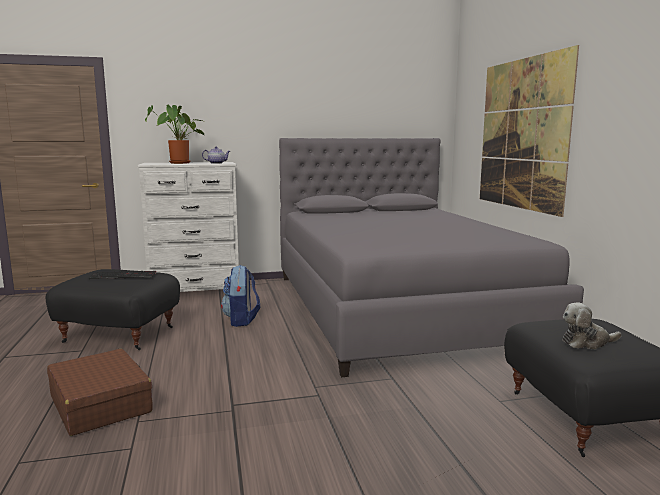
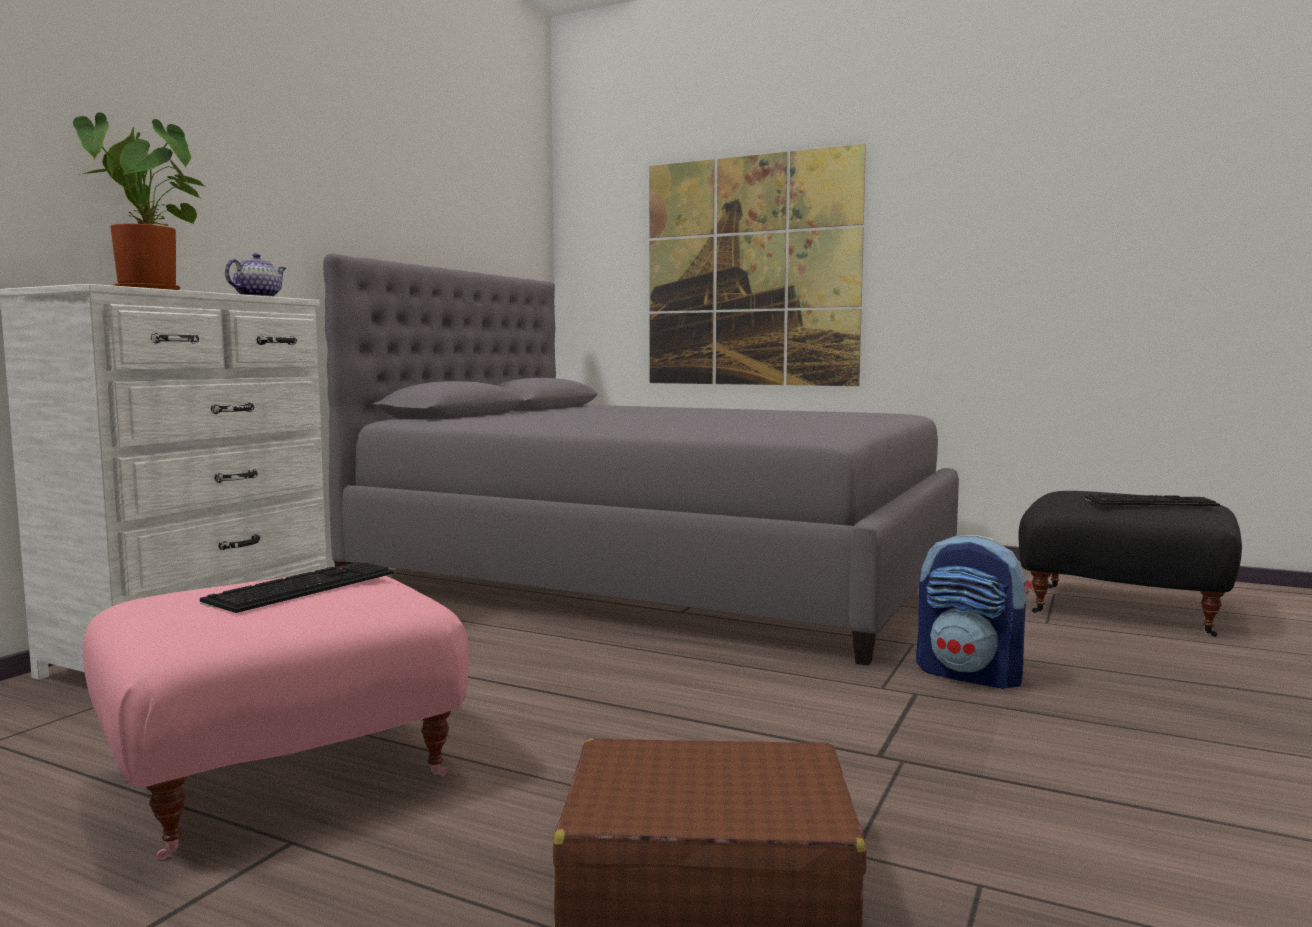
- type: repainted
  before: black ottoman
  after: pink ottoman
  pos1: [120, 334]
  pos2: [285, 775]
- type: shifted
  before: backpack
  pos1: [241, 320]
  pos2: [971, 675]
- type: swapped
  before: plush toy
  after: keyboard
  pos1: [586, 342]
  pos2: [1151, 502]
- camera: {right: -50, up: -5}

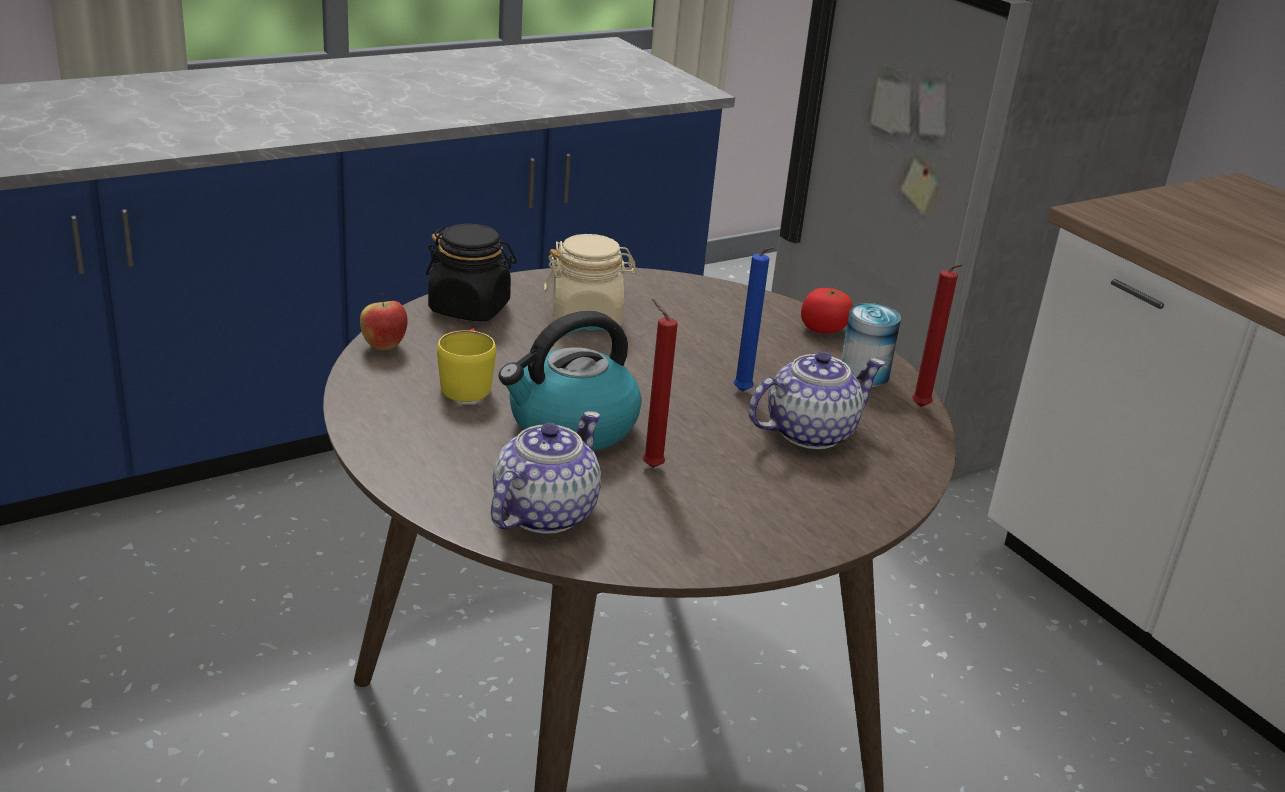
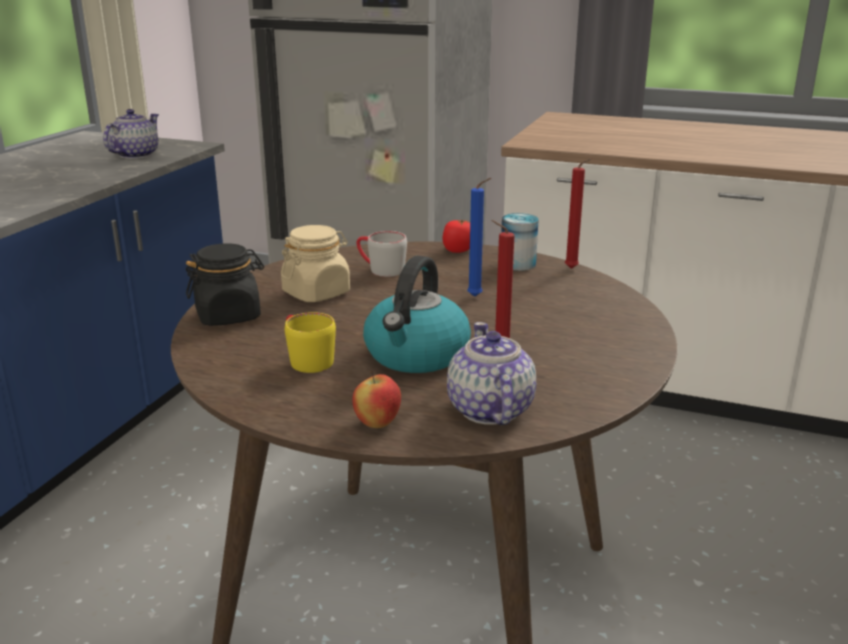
- type: shifted
  before: teapot
  pos1: [808, 432]
  pos2: [135, 155]
- type: shifted
  before: apple
  pos1: [384, 346]
  pos2: [377, 423]
- type: new
  after: grey mug
  pos2: [380, 269]
- camera: {right: -35, up: -5}

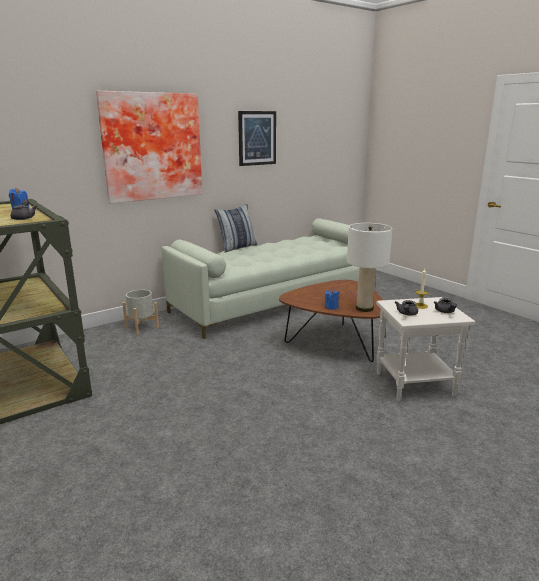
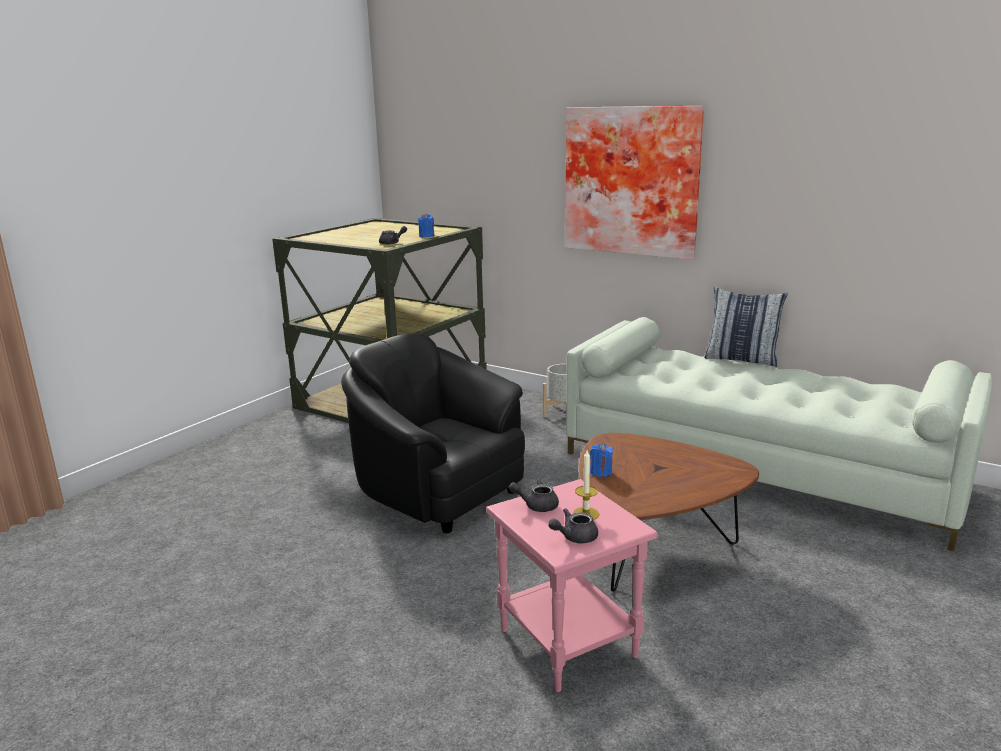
- type: new
  after: black armchair
  pos2: [438, 493]
- type: repainted
  before: white side table
  after: pink side table
  pos1: [414, 383]
  pos2: [570, 643]
- type: gone
  before: picture
  pos1: [257, 138]
- type: gone
  before: white table lamp
  pos1: [364, 308]
- camera: {right: 70, up: 0}

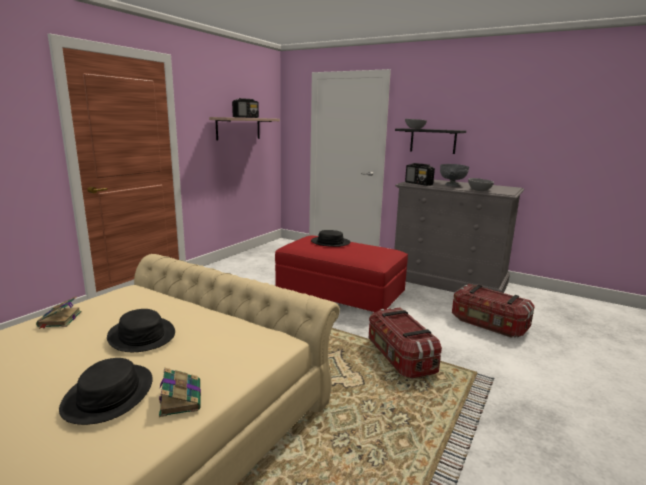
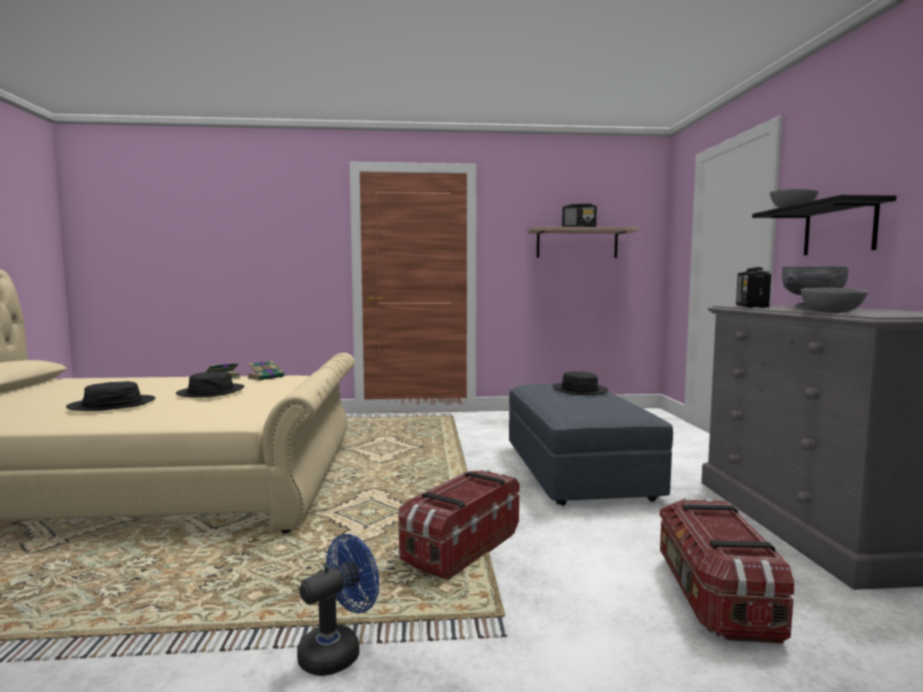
- type: shifted
  before: book
  pos1: [180, 398]
  pos2: [266, 377]
- type: new
  after: blue fan
  pos2: [338, 650]
- type: repainted
  before: red ottoman
  after: grey ottoman
  pos1: [340, 292]
  pos2: [577, 471]
- camera: {right: 55, up: -10}

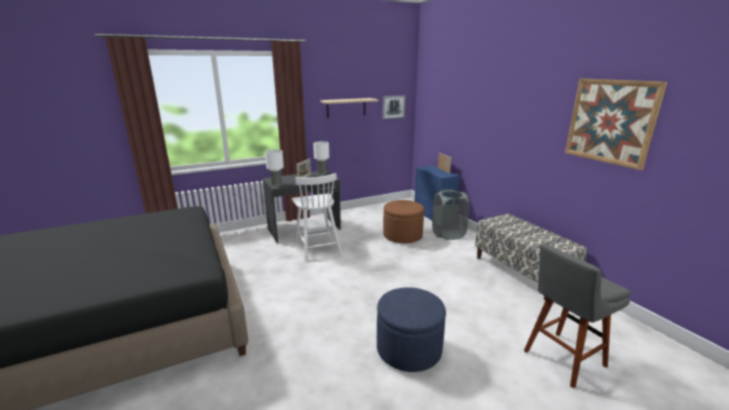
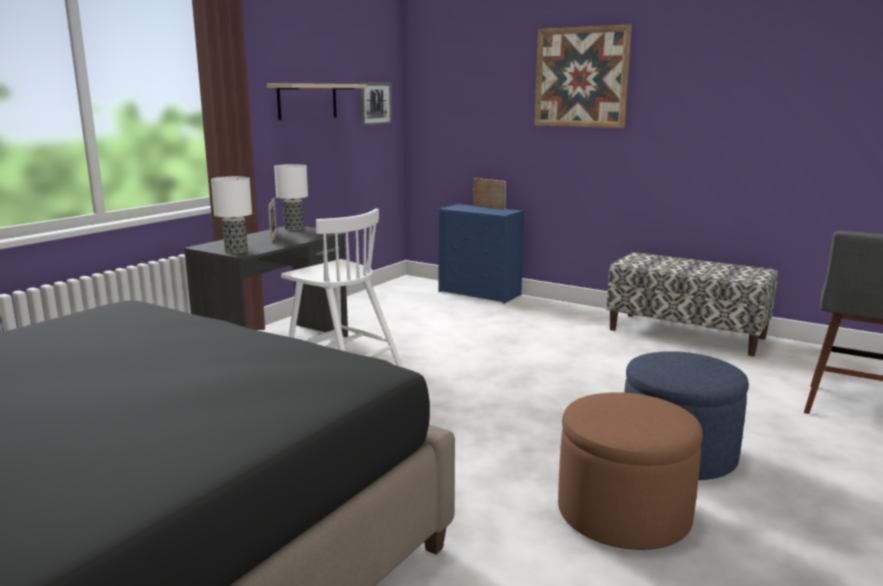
- type: shifted
  before: picture
  pos1: [610, 121]
  pos2: [581, 77]
- type: shifted
  before: brown ottoman
  pos1: [402, 235]
  pos2: [623, 514]
- type: gone
  before: grey laundry basket
  pos1: [448, 234]
- camera: {right: -30, up: -5}

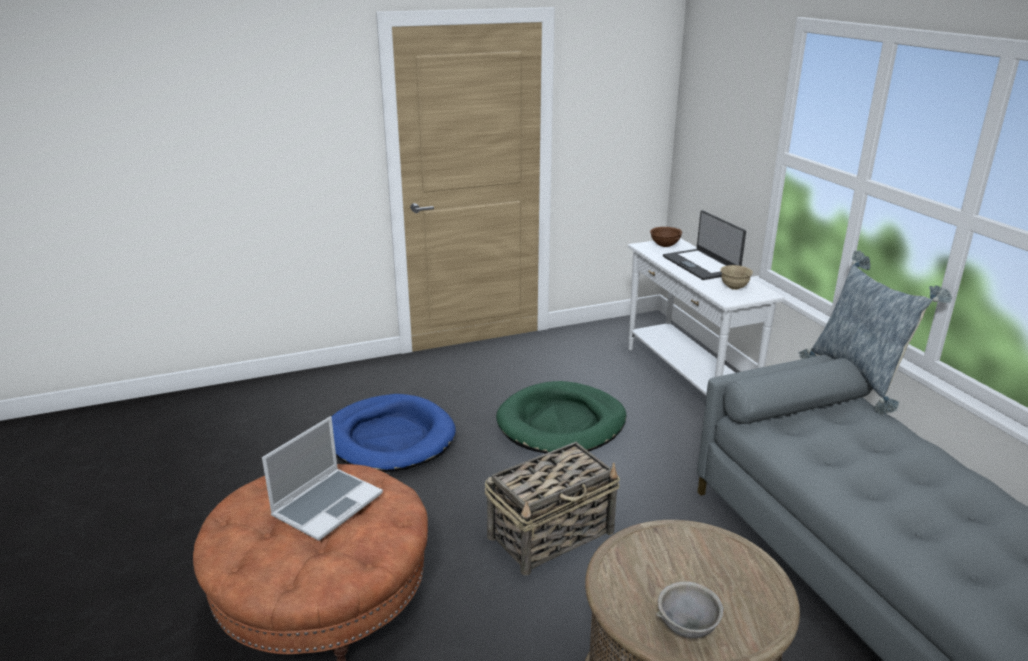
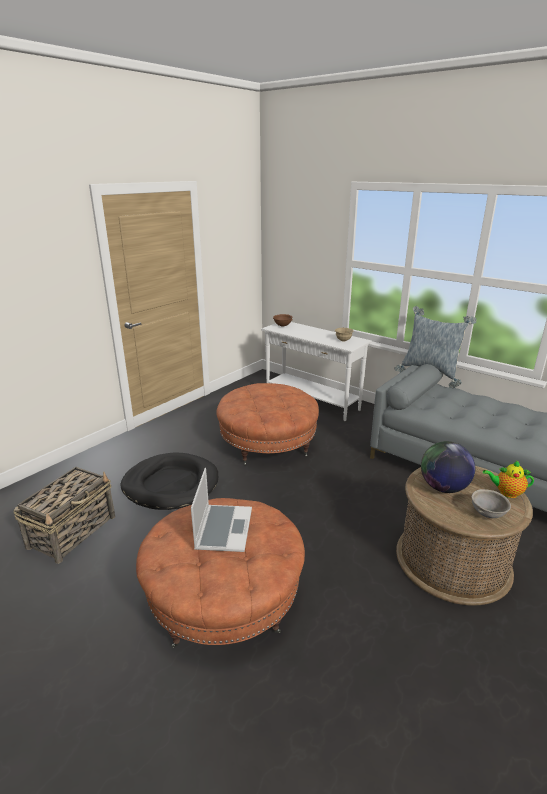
- type: shifted
  before: basket
  pos1: [552, 534]
  pos2: [73, 531]
- type: repainted
  before: blue dog bed
  after: black dog bed
  pos1: [390, 438]
  pos2: [171, 484]
- type: swapped
  before: green dog bed
  after: brown ottoman
  pos1: [561, 423]
  pos2: [268, 444]
- type: new
  after: globe
  pos2: [443, 488]
- type: new
  after: teapot
  pos2: [506, 492]
- type: gone
  before: laptop
  pos1: [701, 265]
- camera: {right: -30, up: 0}

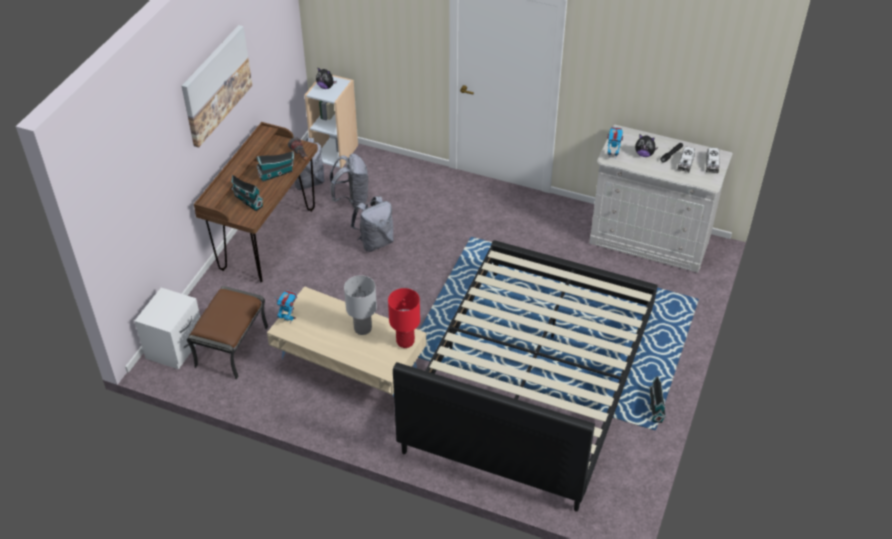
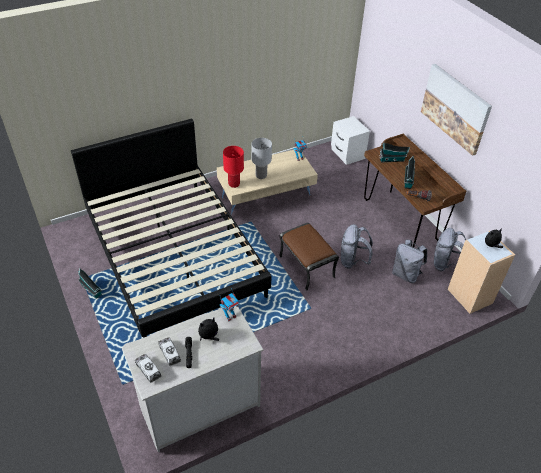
- type: shifted
  before: brown ottoman
  pos1: [231, 346]
  pos2: [307, 266]
- camera: {right: 130, up: 0}

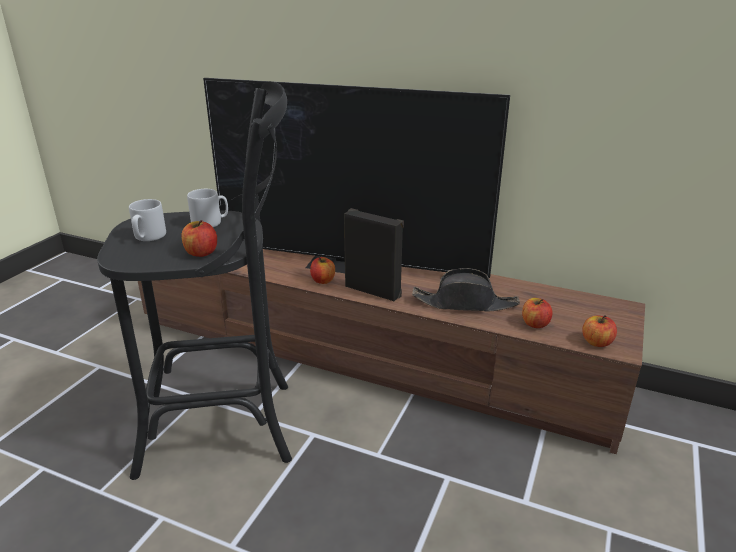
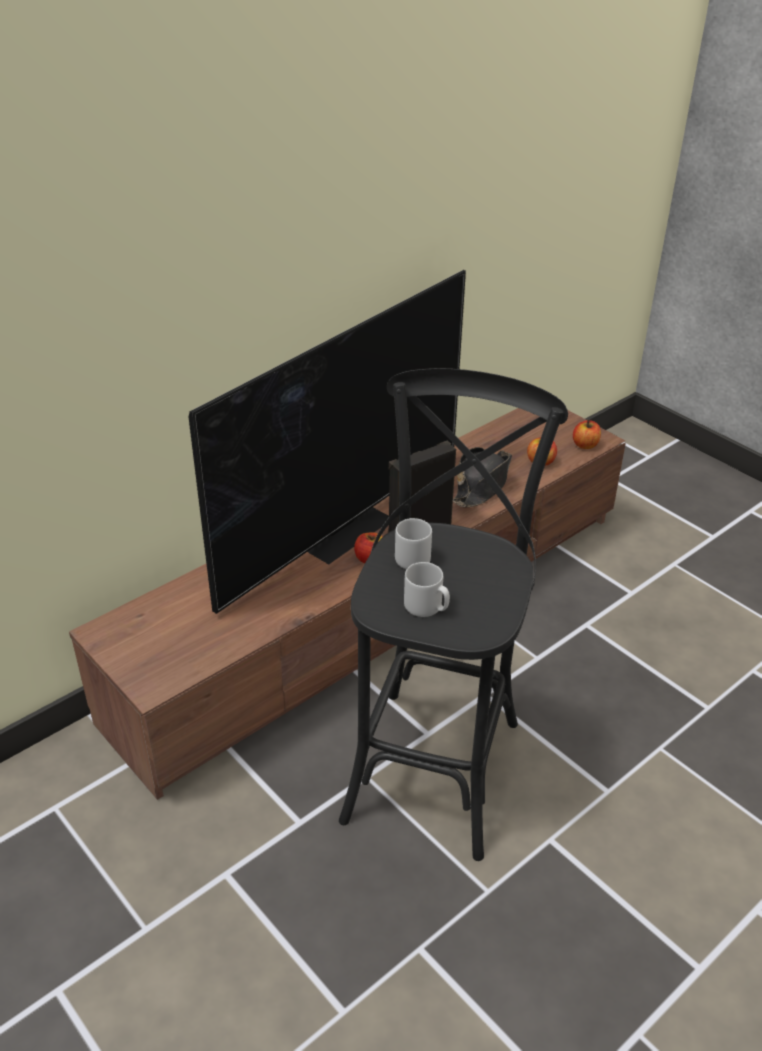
- type: gone
  before: apple
  pos1: [201, 253]
- camera: {right: -65, up: 10}

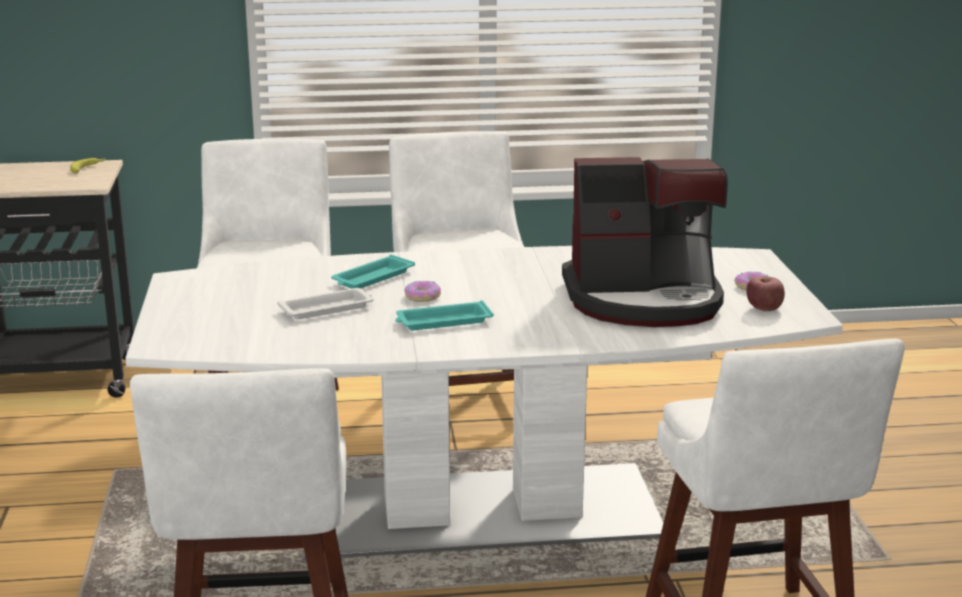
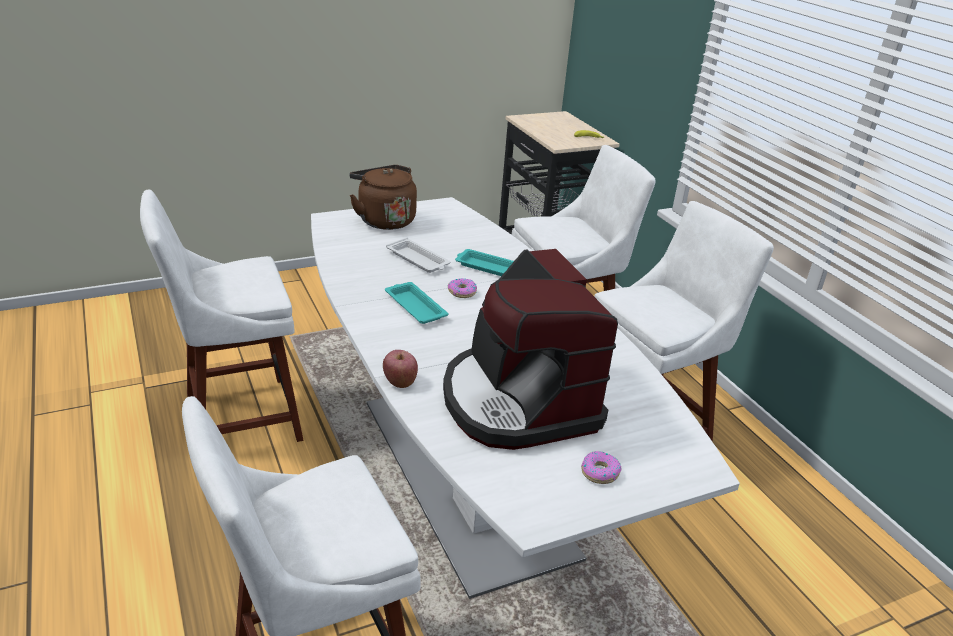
- type: new
  after: brown kettle
  pos2: [384, 220]
- type: shifted
  before: apple
  pos1: [764, 309]
  pos2: [400, 382]
- camera: {right: 70, up: 10}

